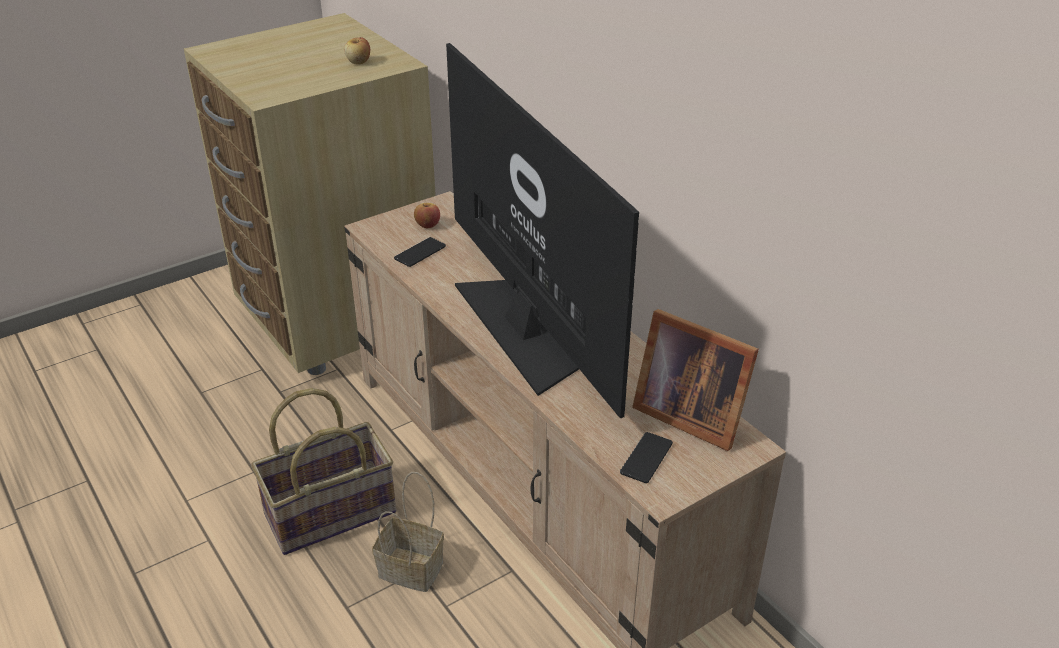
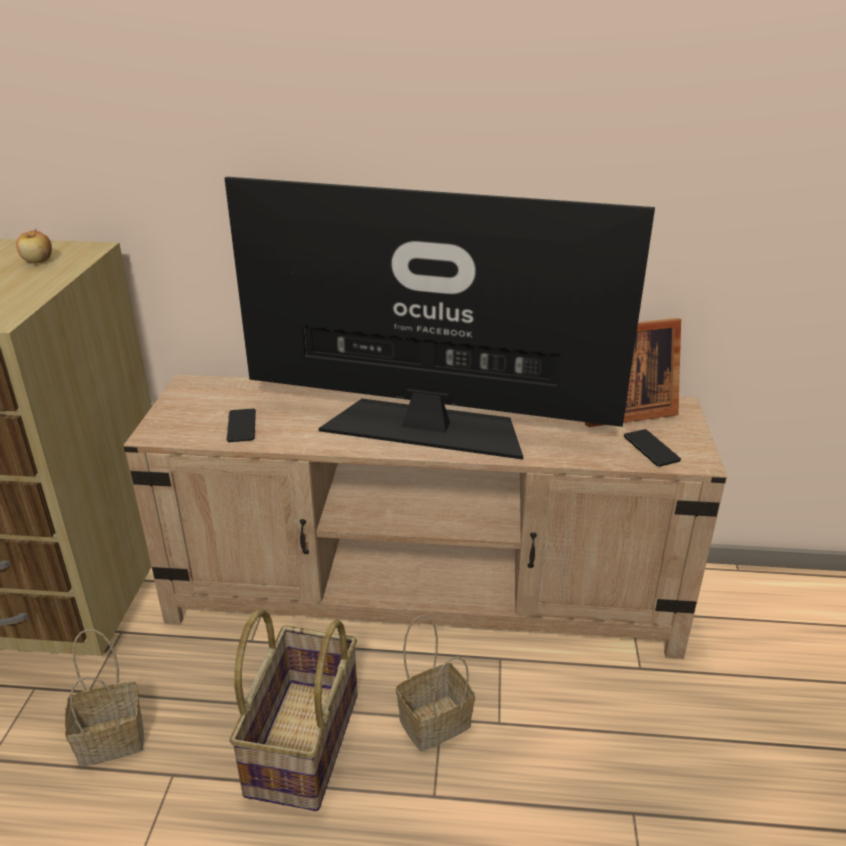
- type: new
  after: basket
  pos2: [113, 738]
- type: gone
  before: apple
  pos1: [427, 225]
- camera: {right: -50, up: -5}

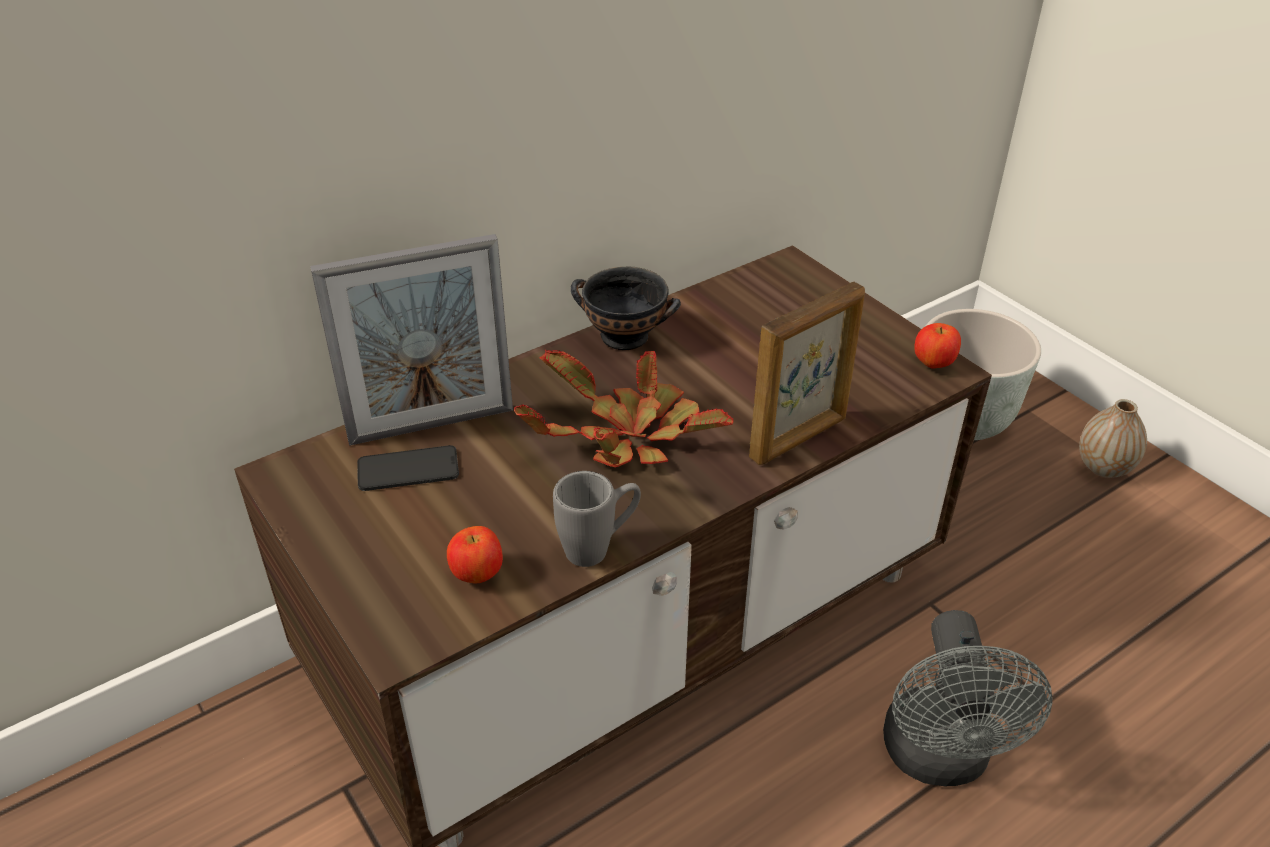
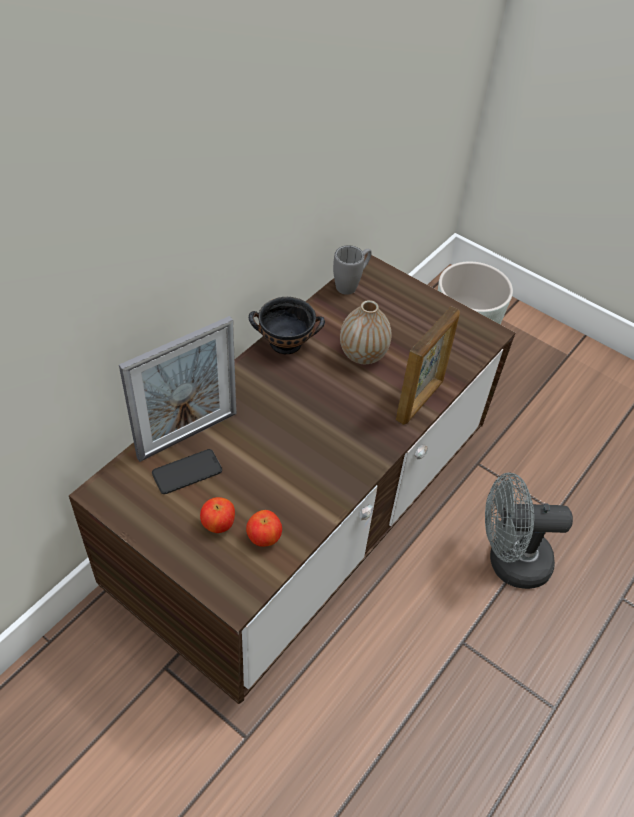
- type: shifted
  before: apple
  pos1: [934, 364]
  pos2: [218, 524]
- type: shifted
  before: grey mug
  pos1: [599, 547]
  pos2: [351, 284]
- type: shifted
  before: vase
  pos1: [1104, 467]
  pos2: [363, 355]
- type: rotated
  before: grey fan
  pos1: [939, 759]
  pos2: [509, 561]
  turn: 105
- type: gone
  before: potted plant
  pos1: [627, 437]
- camera: {right: -20, up: 10}

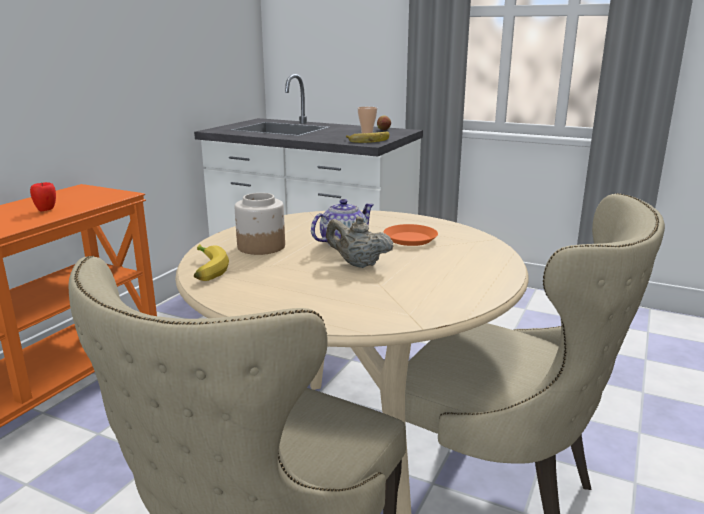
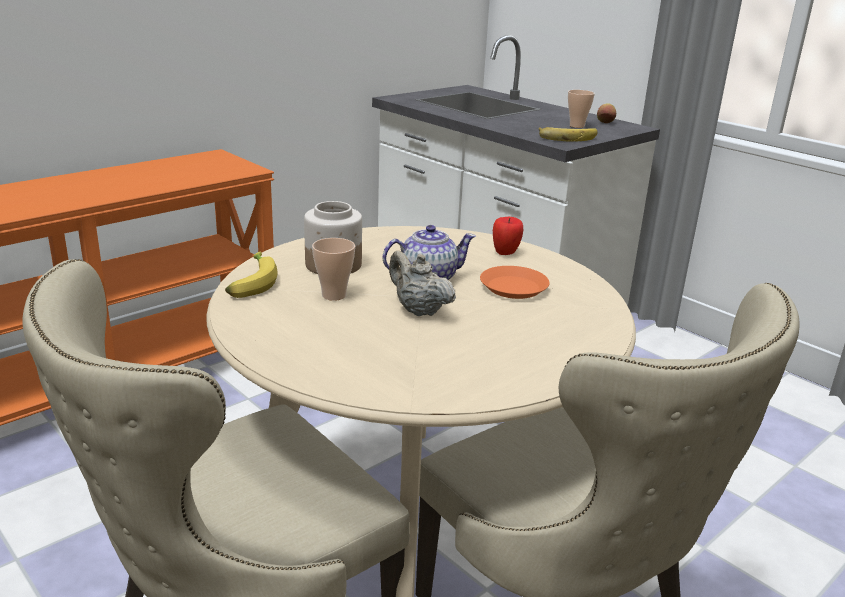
- type: new
  after: cup
  pos2: [334, 295]
- type: shifted
  before: apple
  pos1: [46, 210]
  pos2: [505, 253]
- camera: {right: 20, up: 5}

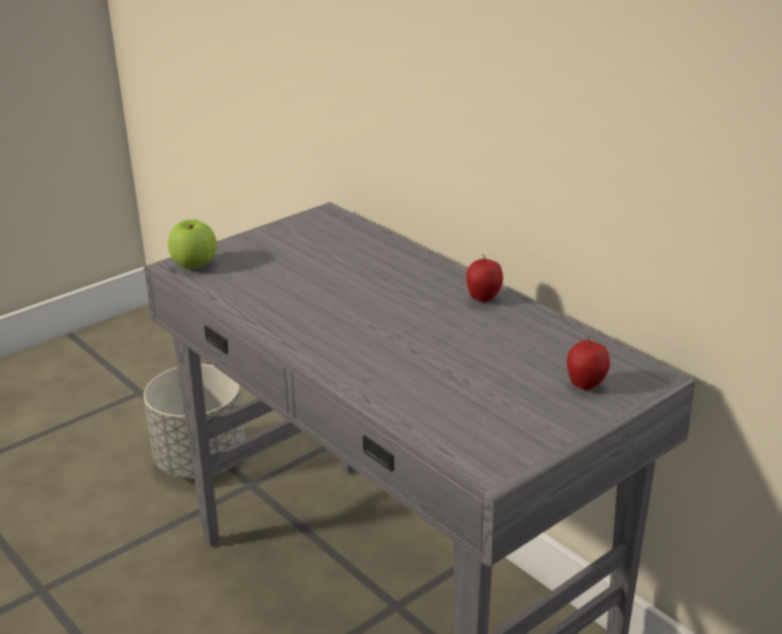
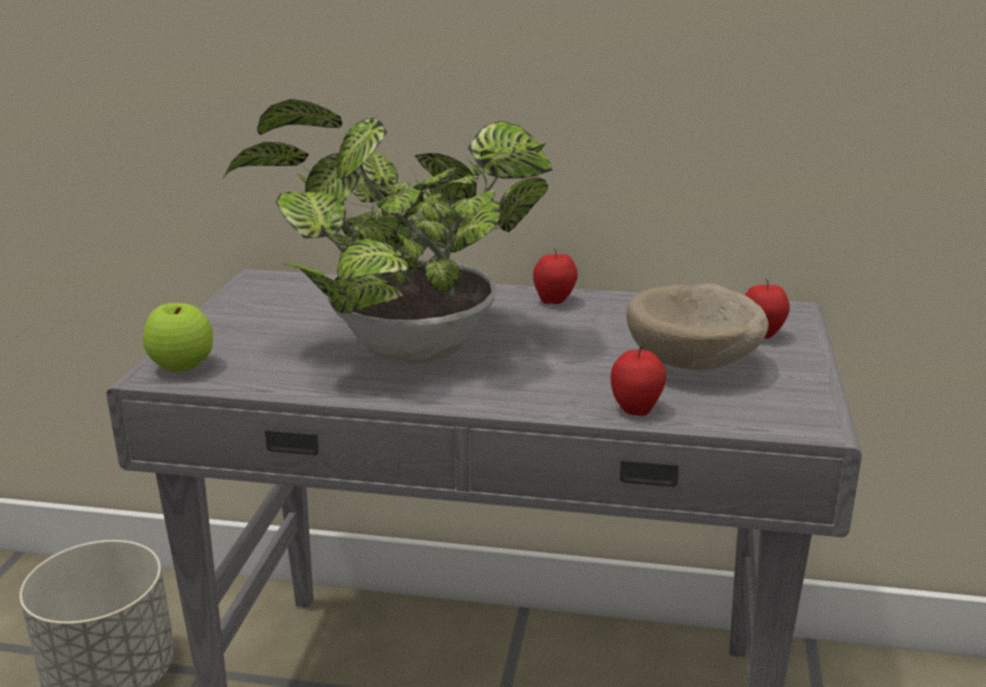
- type: new
  after: potted plant
  pos2: [401, 350]
- type: new
  after: apple
  pos2: [636, 410]
- type: new
  after: beige bowl
  pos2: [696, 365]
- camera: {right: -40, up: -5}

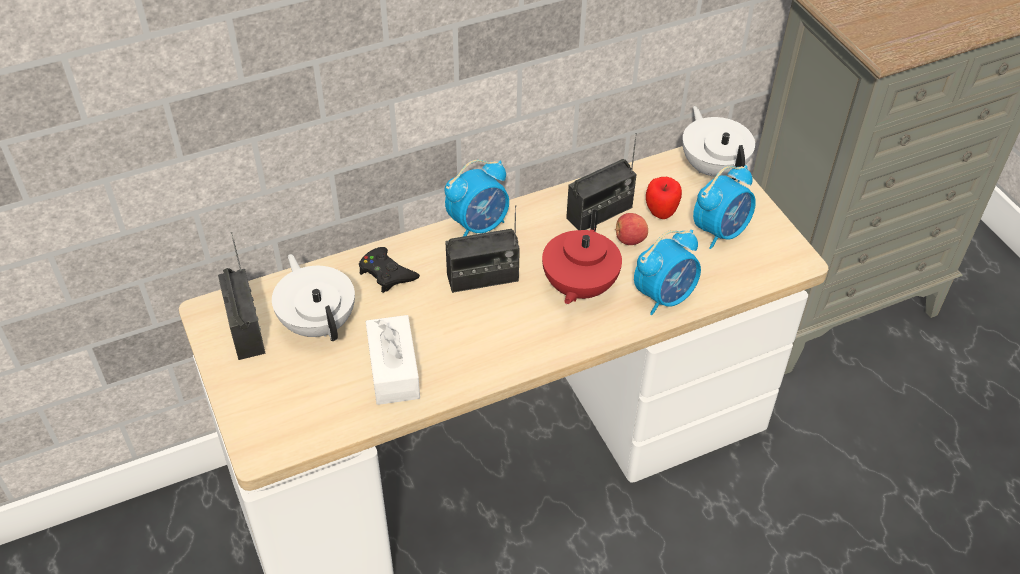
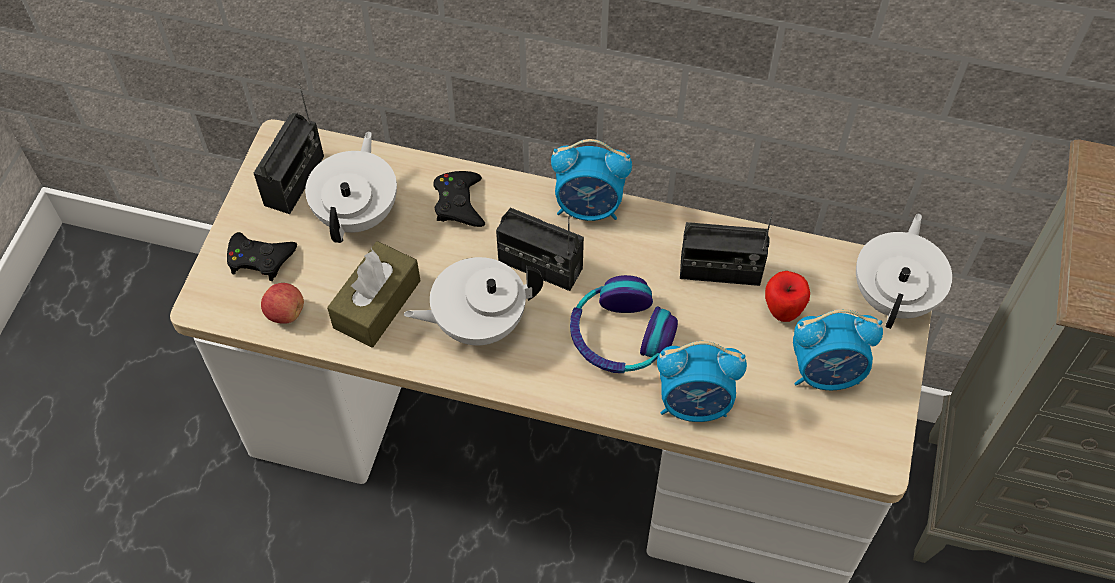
- type: new
  after: black game controller
  pos2: [260, 259]
- type: shifted
  before: apple
  pos1: [629, 239]
  pos2: [285, 313]
- type: repainted
  before: white tissue box
  after: brown tissue box
  pos1: [393, 370]
  pos2: [377, 304]
- type: new
  after: white teapot
  pos2: [478, 322]
- type: swapped
  before: red teapot
  after: headphones
  pos1: [578, 287]
  pos2: [620, 336]
- camera: {right: 40, up: 10}

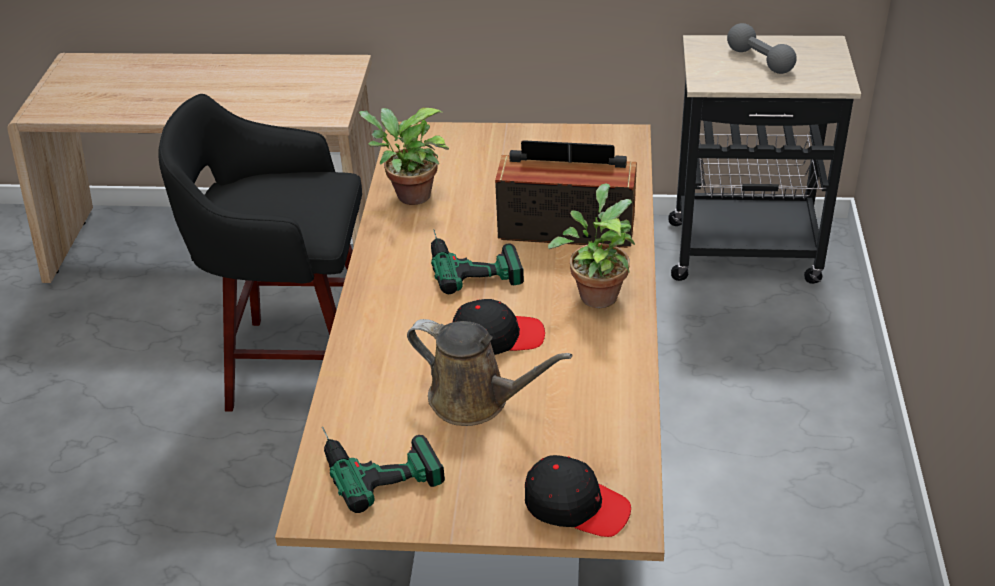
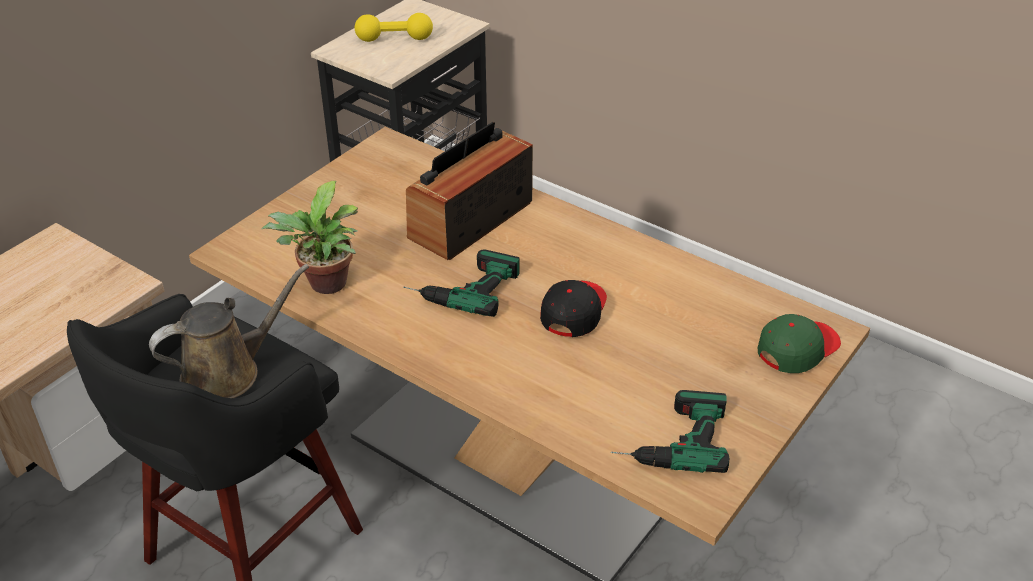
- type: shifted
  before: brown watering can
  pos1: [476, 400]
  pos2: [228, 372]
- type: repainted
  before: grey dumbbell
  after: yellow dumbbell
  pos1: [759, 61]
  pos2: [394, 39]
- type: repainted
  before: black cap
  after: green cap
  pos1: [576, 505]
  pos2: [797, 349]
- type: gone
  before: potted plant
  pos1: [597, 292]
- camera: {right: -60, up: 0}

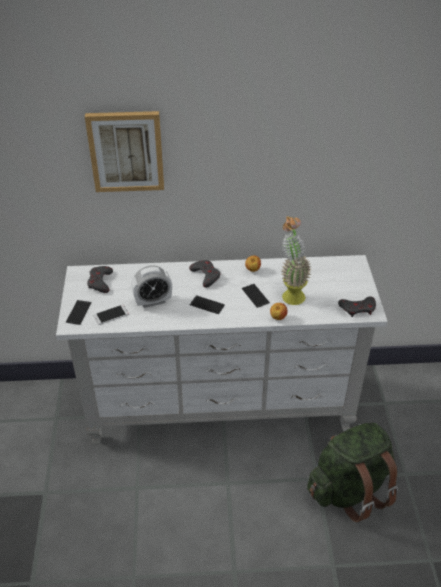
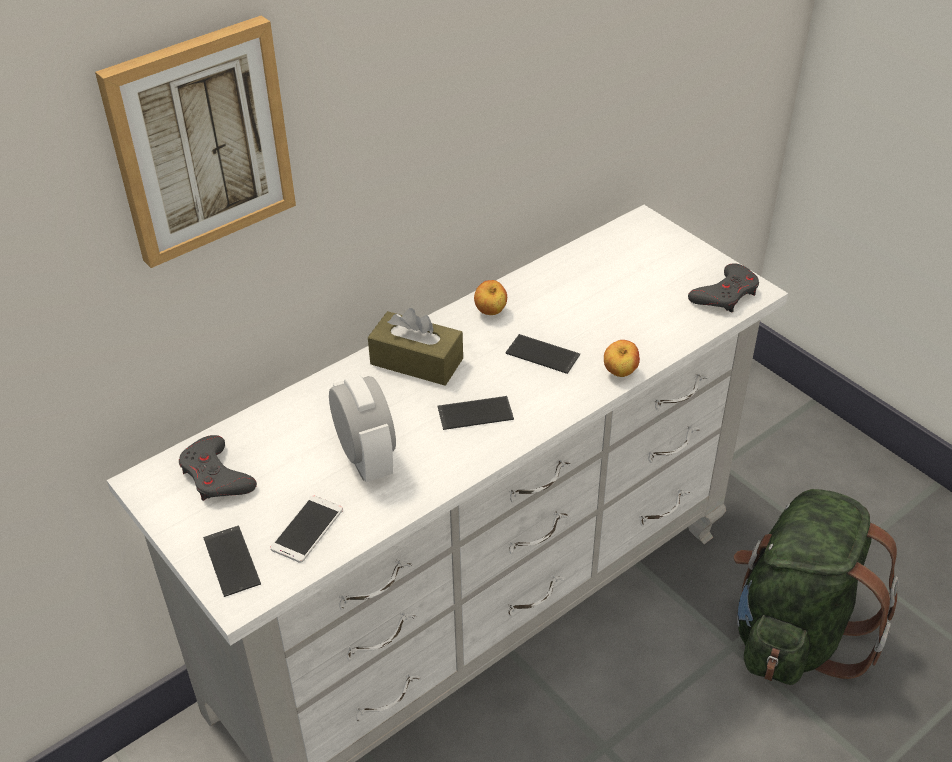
- type: rotated
  before: alarm clock
  pos1: [153, 301]
  pos2: [366, 459]
  turn: -60
- type: swapped
  before: grey game controller
  after: brown tissue box
  pos1: [206, 275]
  pos2: [416, 361]
- type: gone
  before: potted plant
  pos1: [290, 293]
- camera: {right: -35, up: 0}

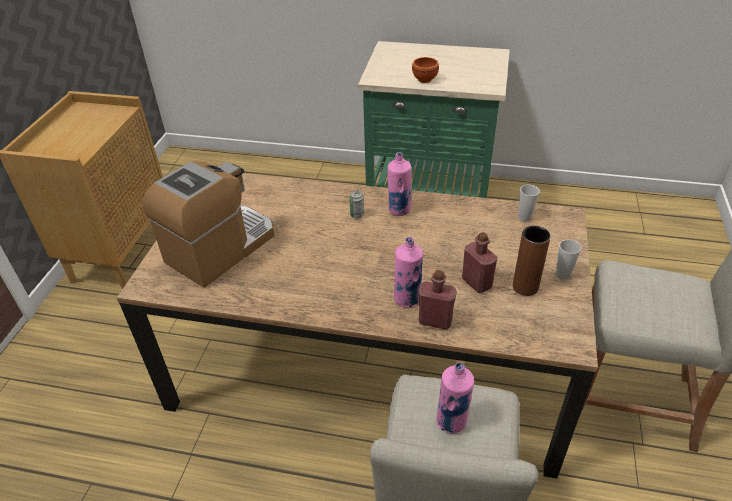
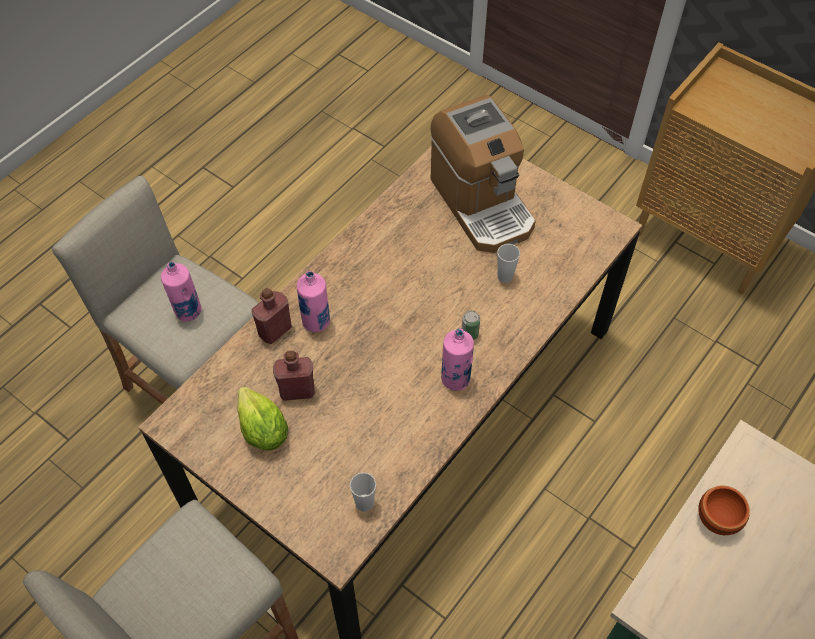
- type: swapped
  before: brown vase
  after: lettuce
  pos1: [525, 287]
  pos2: [263, 431]
- type: shifted
  before: cup
  pos1: [562, 274]
  pos2: [505, 276]
- camera: {right: 115, up: 15}

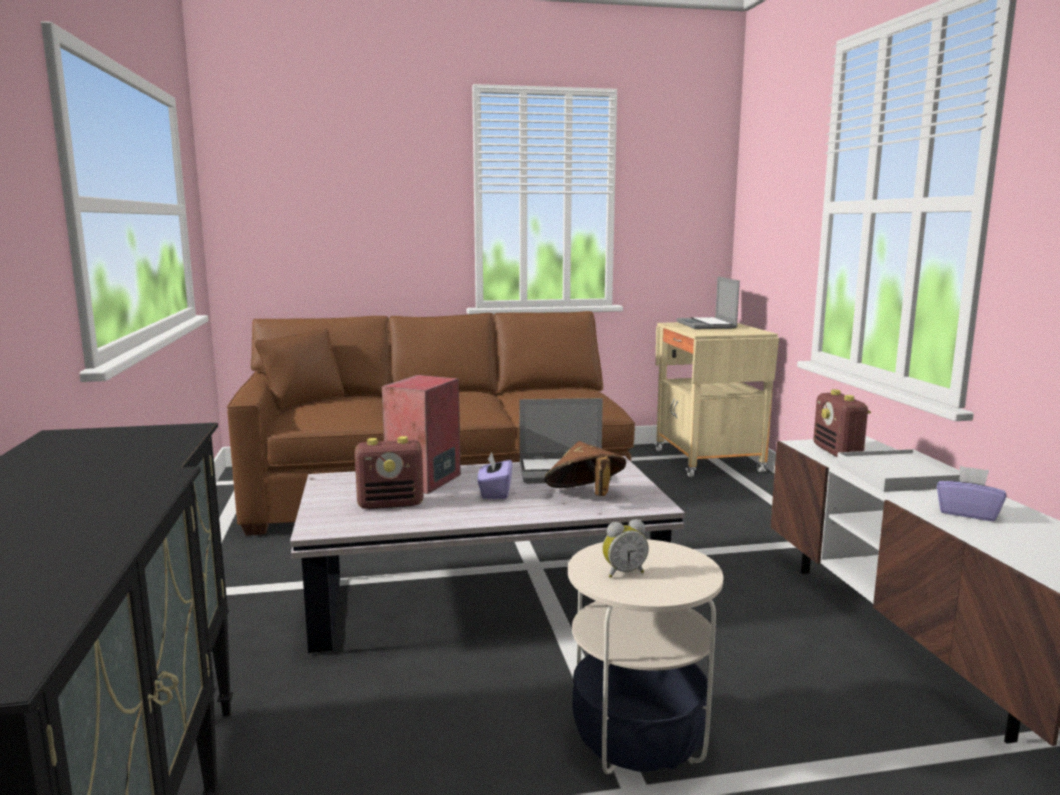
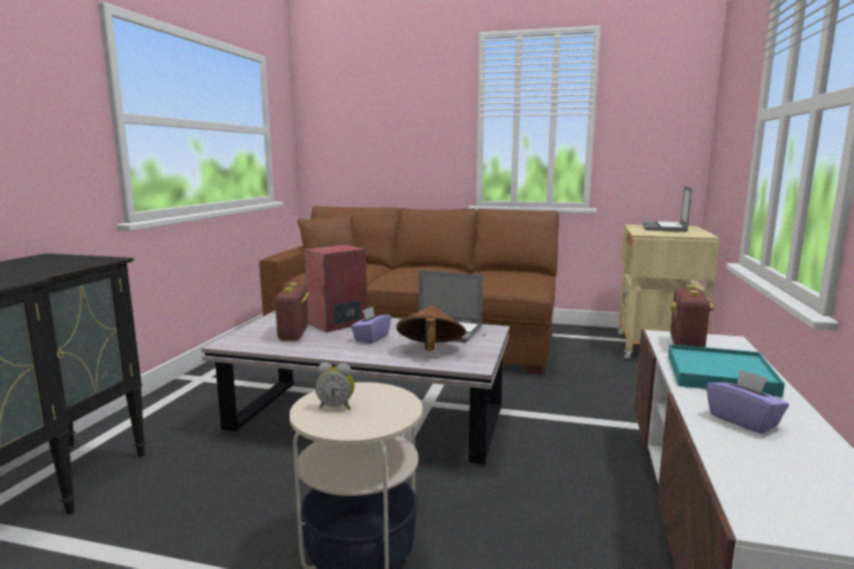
- type: rotated
  before: radio
  pos1: [391, 504]
  pos2: [293, 335]
  turn: 75
- type: repainted
  before: white tray
  after: turquoise tray
  pos1: [898, 475]
  pos2: [720, 374]
- camera: {right: 25, up: 0}

